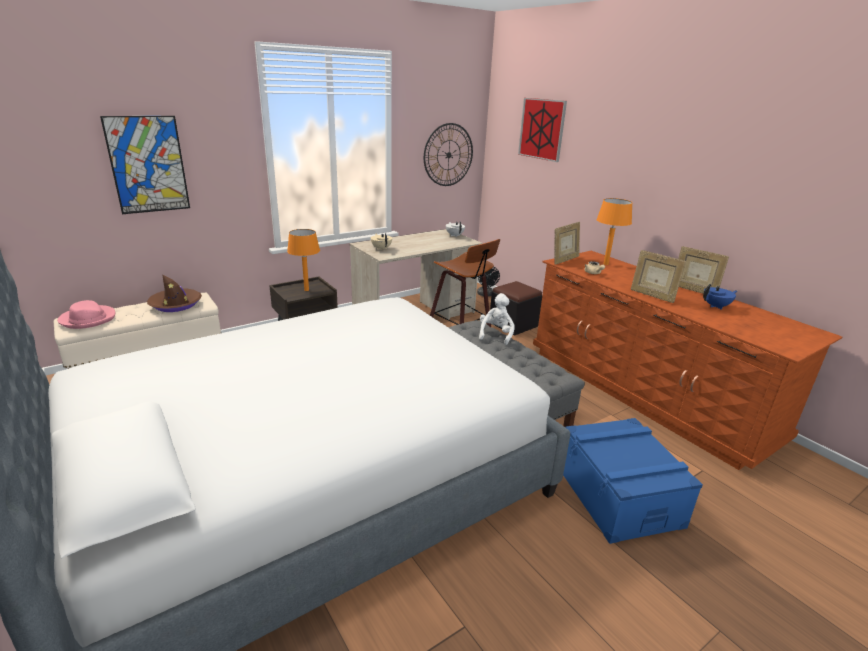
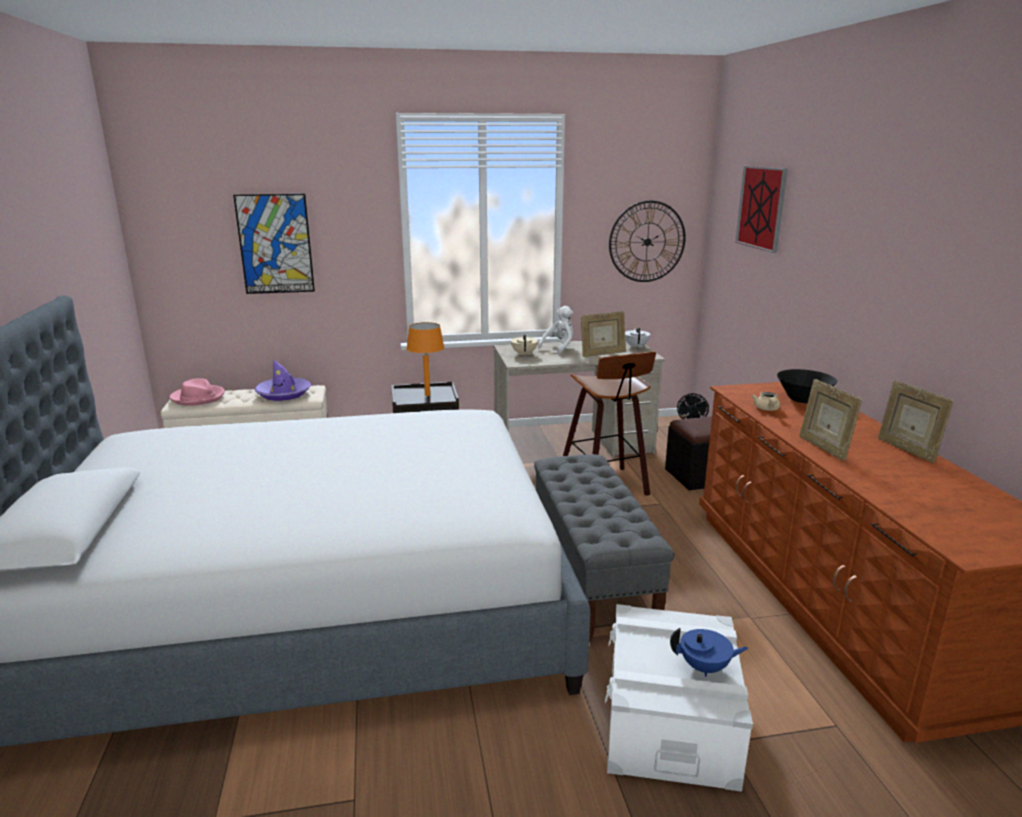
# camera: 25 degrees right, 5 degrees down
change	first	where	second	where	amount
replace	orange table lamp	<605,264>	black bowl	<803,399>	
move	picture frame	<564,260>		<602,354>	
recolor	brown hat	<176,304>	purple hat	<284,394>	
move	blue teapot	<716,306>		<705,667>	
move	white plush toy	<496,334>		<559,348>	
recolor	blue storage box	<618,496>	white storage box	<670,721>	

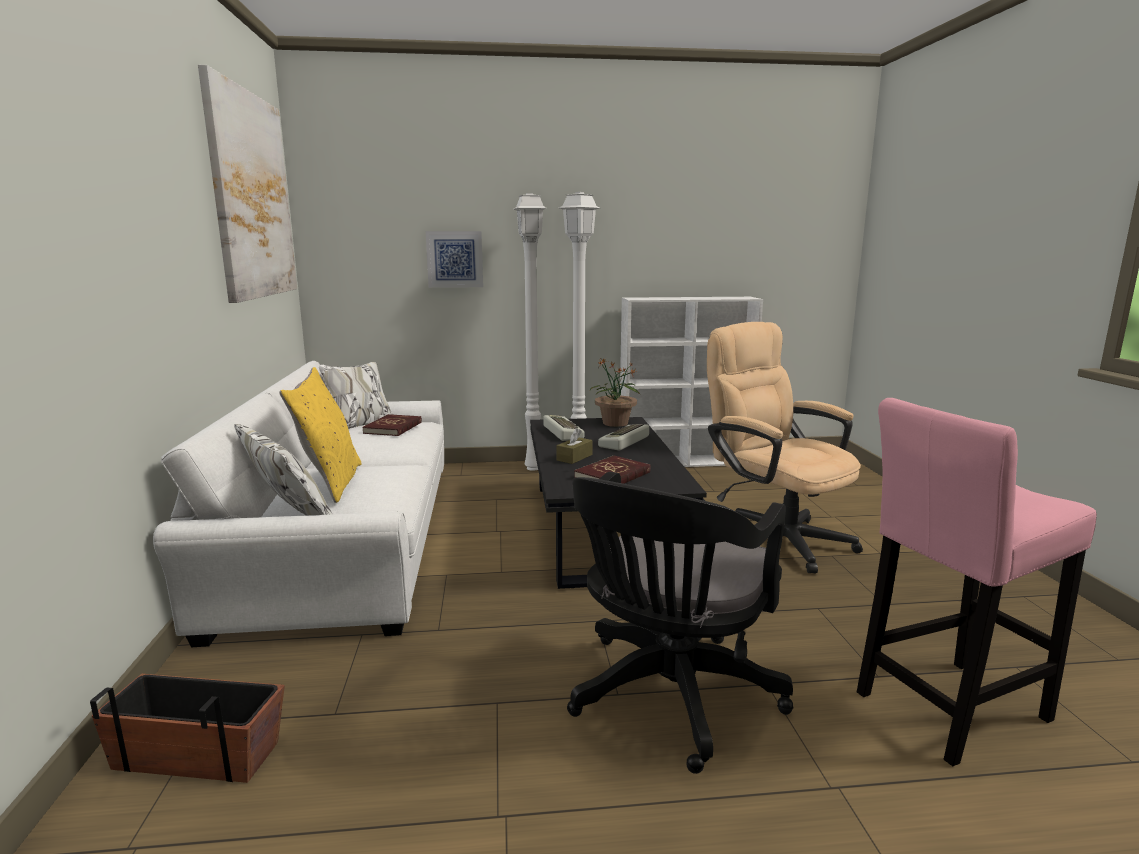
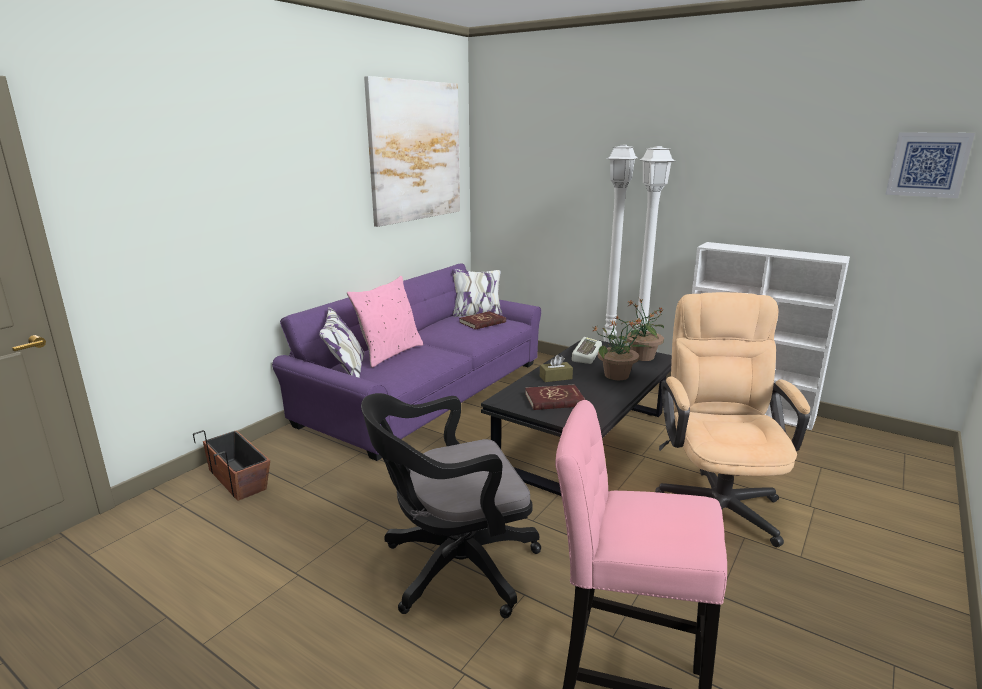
# camera: 40 degrees right, 5 degrees up
change	first	where	second	where	amount
move	picture	<455,259>		<928,164>	
recolor	white sofa	<348,539>	purple sofa	<426,392>	
recolor	yellow pillow	<329,483>	pink pillow	<389,353>	
replace	keyboard	<625,442>	potted plant	<617,375>	

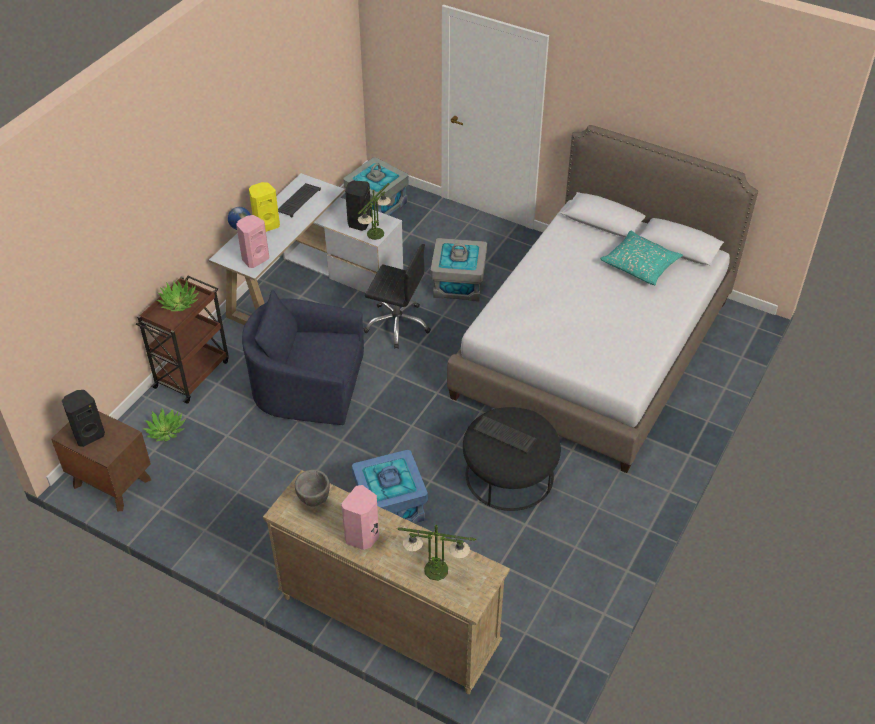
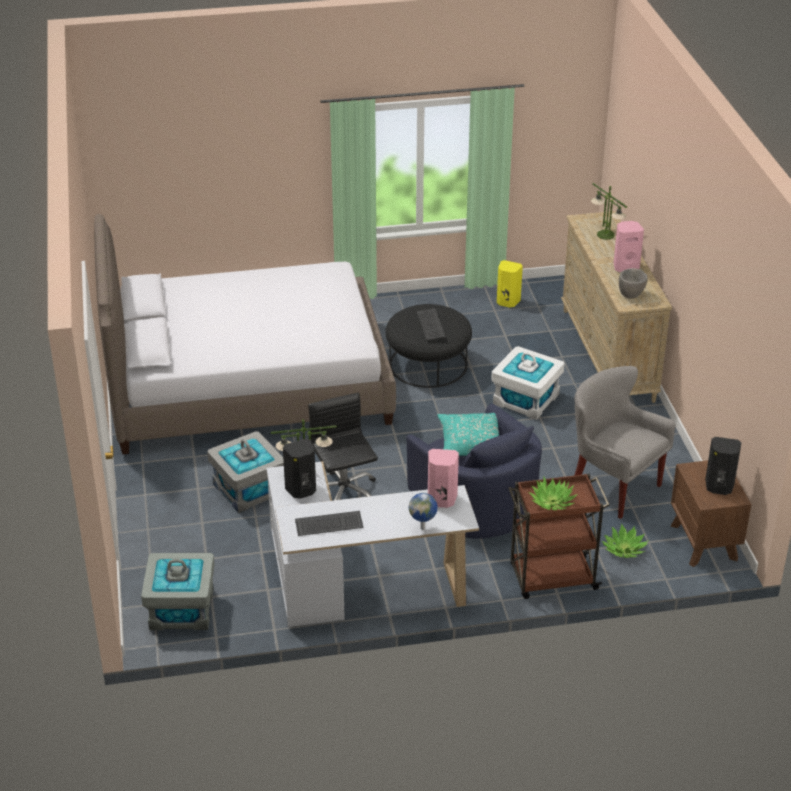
# camera: 130 degrees left, 10 degrees down
change	first	where	second	where	amount
move	yellow speaker	<266,225>		<507,302>	
move	turquoise pillow	<640,265>		<469,443>	
recolor	blue storage box	<390,505>	white storage box	<525,399>	
insert			grey armchair	<612,486>	

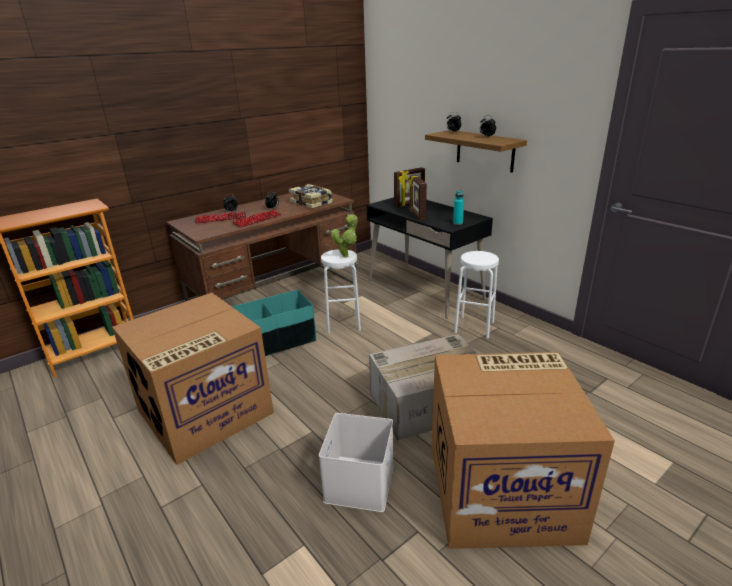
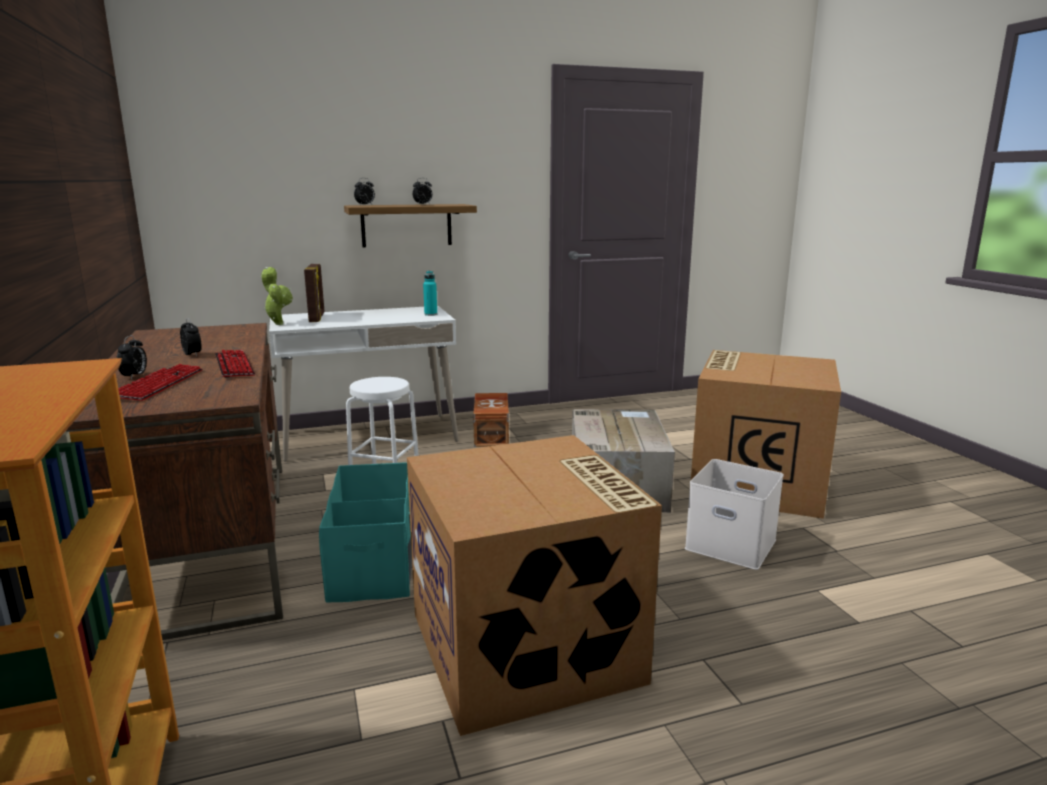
# camera: 70 degrees left, 10 degrees down
change	first	where	second	where	amount
delete	picture frame	<416,214>			
delete	book	<312,202>			
recolor	black desk	<424,289>	white desk	<369,437>	
move	potted plant	<347,255>		<278,323>	
replace	white stool	<474,327>	brown storage box	<492,434>	

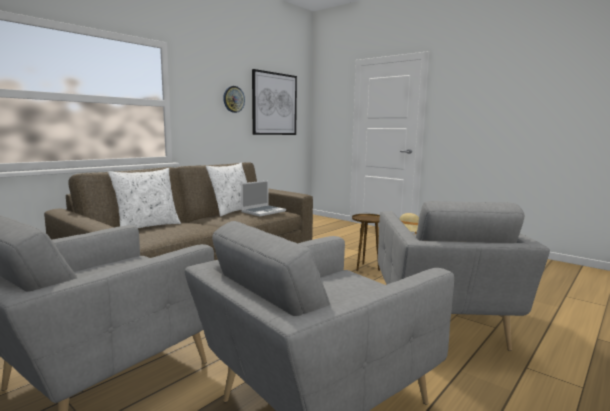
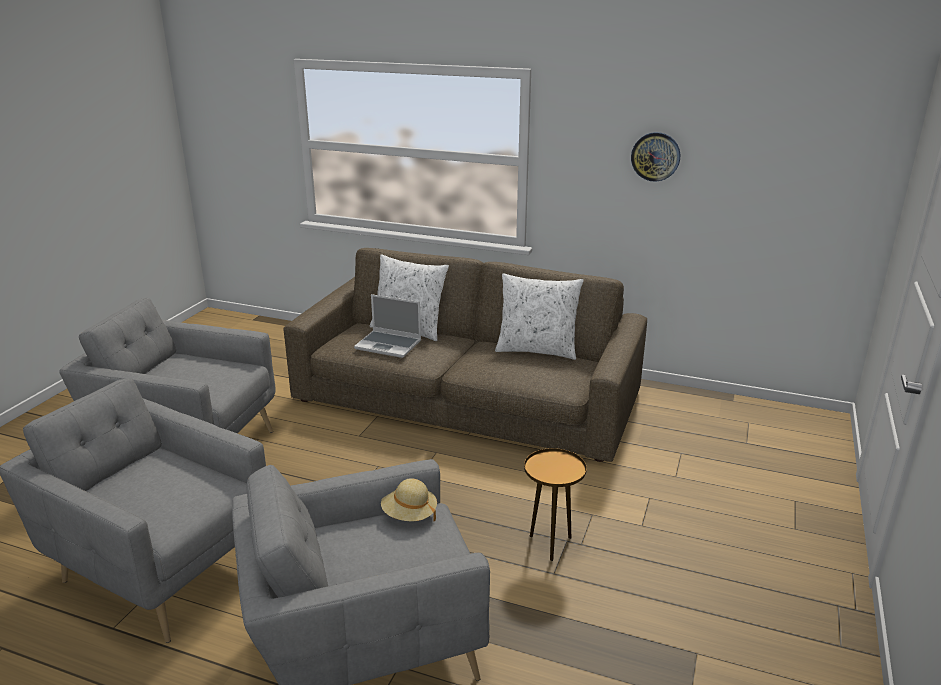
# camera: 70 degrees right, 15 degrees up
change	first	where	second	where	amount
delete	picture	<274,104>			
move	laptop	<263,211>		<389,345>	

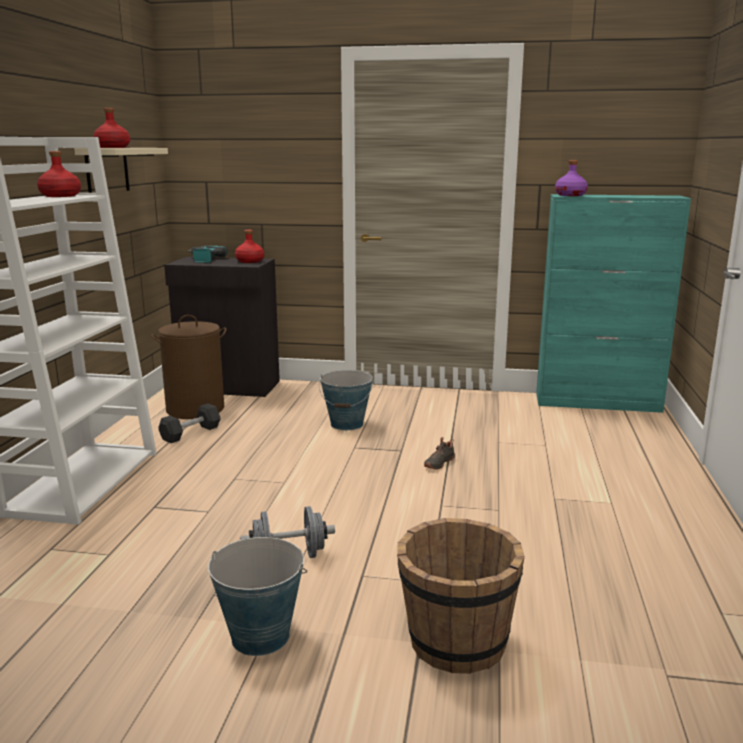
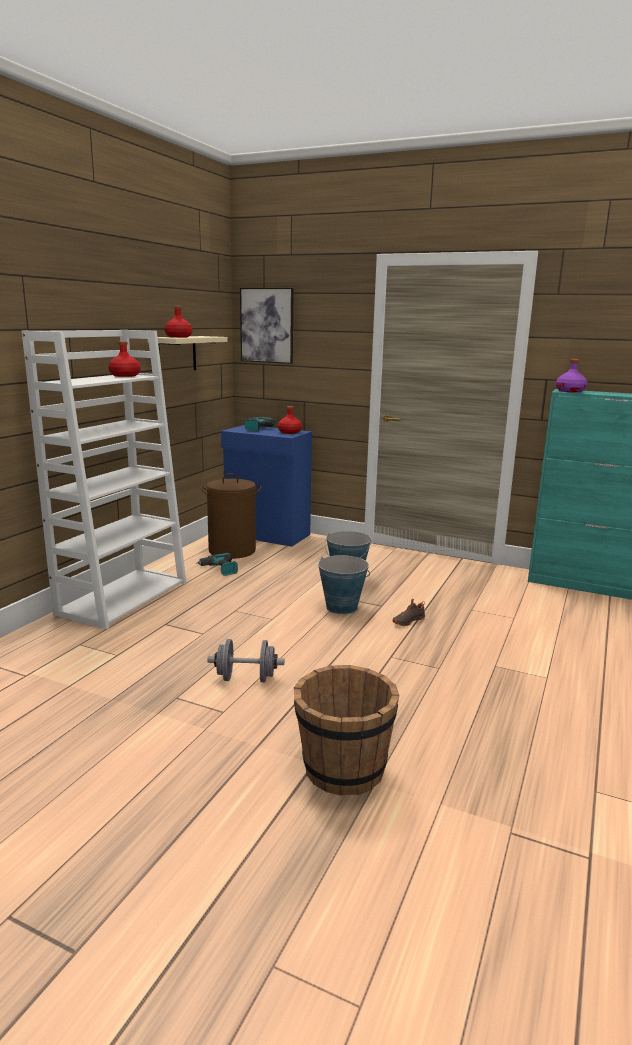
# camera: 15 degrees right, 0 degrees up
change	first	where	second	where	amount
recolor	black cabinet	<229,387>	blue cabinet	<267,535>	
replace	black dumbbell	<190,433>	power drill	<219,569>	
move	bucket	<260,636>		<341,607>	
insert			picture	<267,325>	

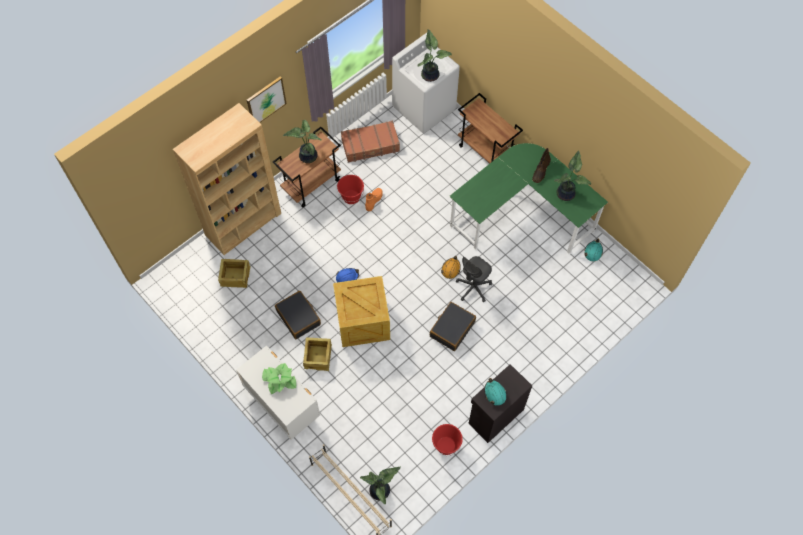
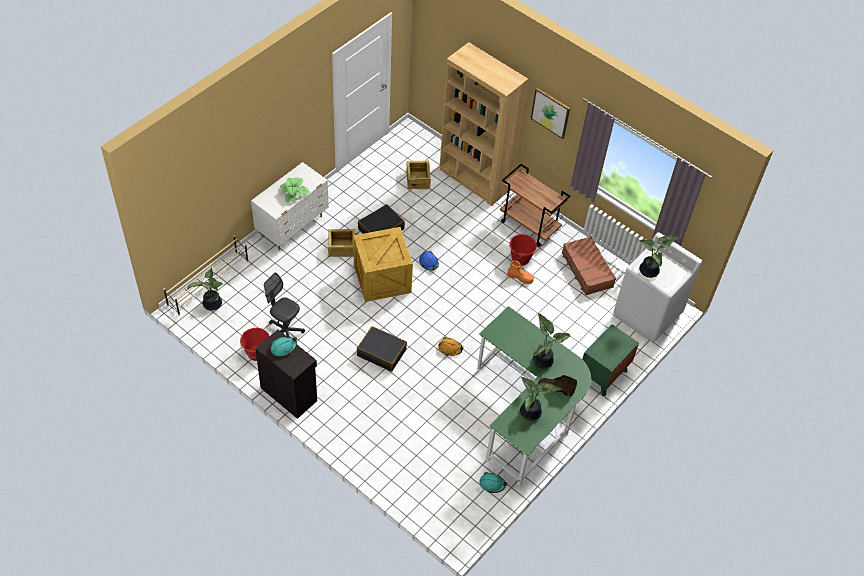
# camera: 80 degrees right, 10 degrees down
change	first	where	second	where	amount
replace	brown cart	<486,152>	green nightstand	<603,374>	
move	potted plant	<307,156>		<543,360>	
move	grey office chair	<473,288>		<285,332>	

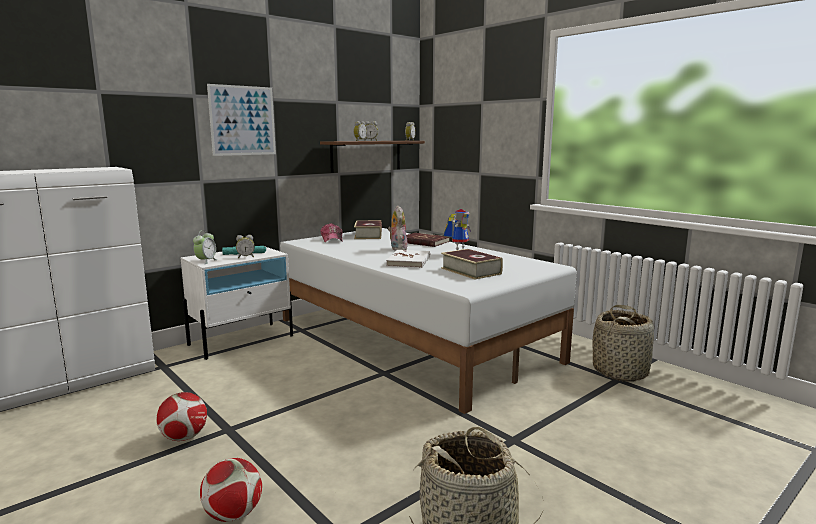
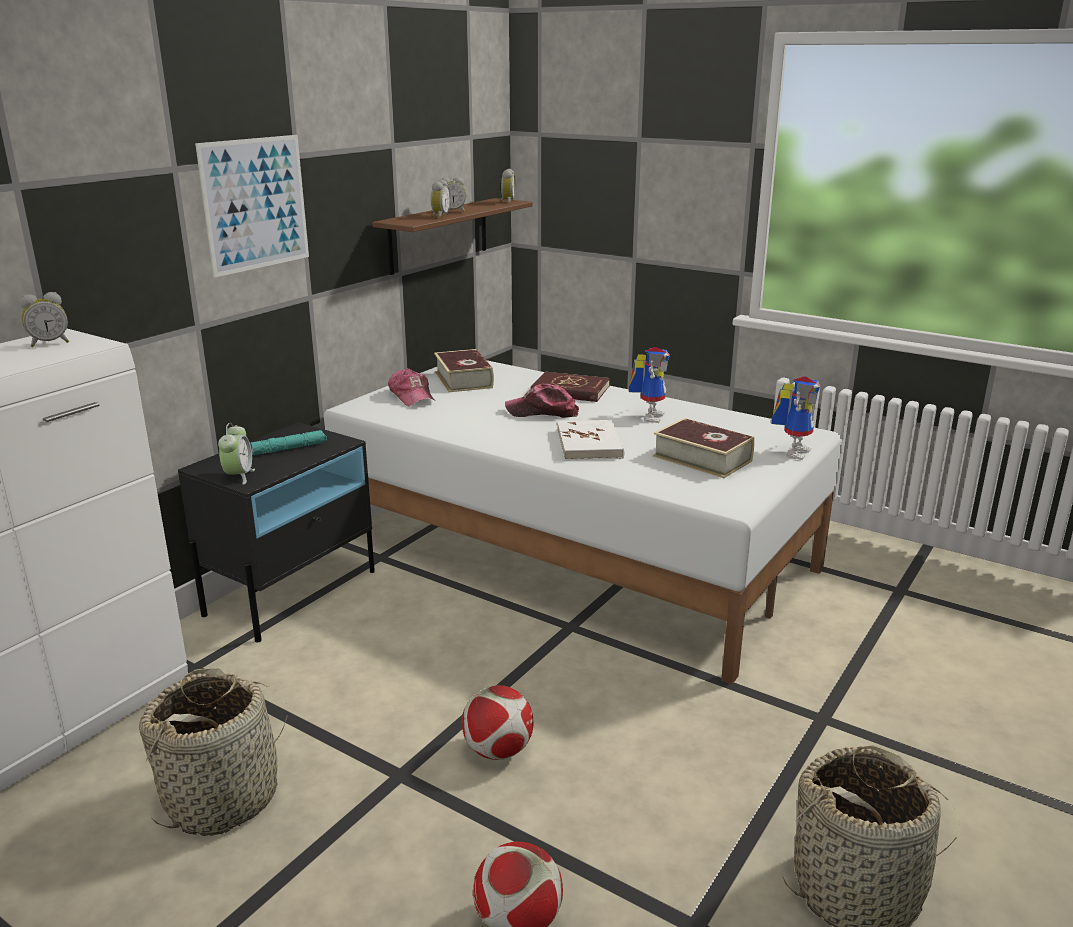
# camera: 15 degrees left, 10 degrees up
change	first	where	second	where	amount
replace	plush toy	<397,248>	cap	<542,412>	
move	alarm clock	<246,257>		<49,343>	
recolor	white nightstand	<242,340>	black nightstand	<292,592>	
move	basket	<620,371>		<223,797>	
move	football	<184,437>		<498,751>	
insert			toy robot	<793,451>	

